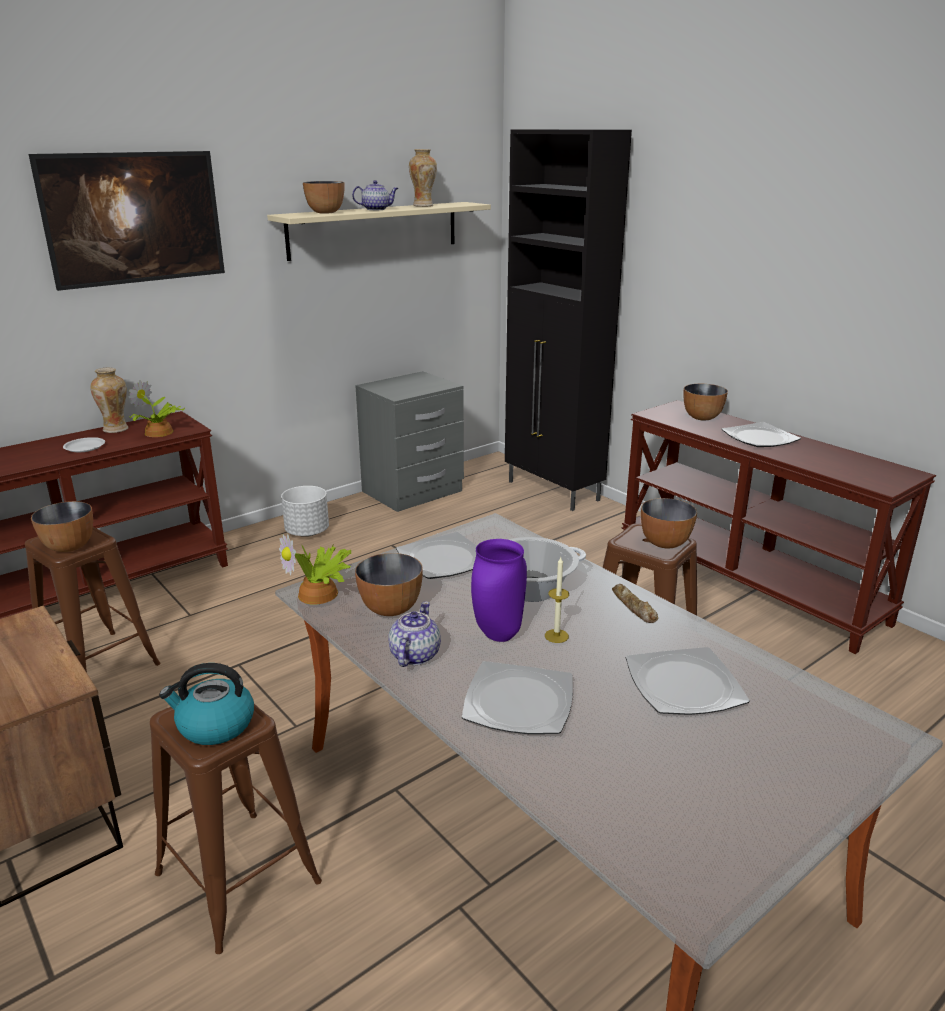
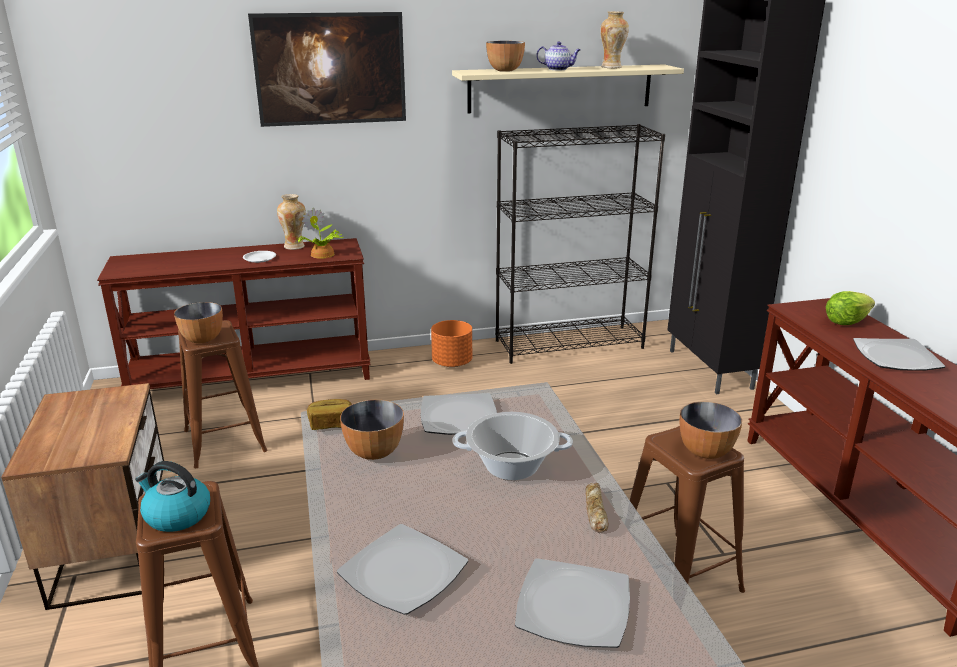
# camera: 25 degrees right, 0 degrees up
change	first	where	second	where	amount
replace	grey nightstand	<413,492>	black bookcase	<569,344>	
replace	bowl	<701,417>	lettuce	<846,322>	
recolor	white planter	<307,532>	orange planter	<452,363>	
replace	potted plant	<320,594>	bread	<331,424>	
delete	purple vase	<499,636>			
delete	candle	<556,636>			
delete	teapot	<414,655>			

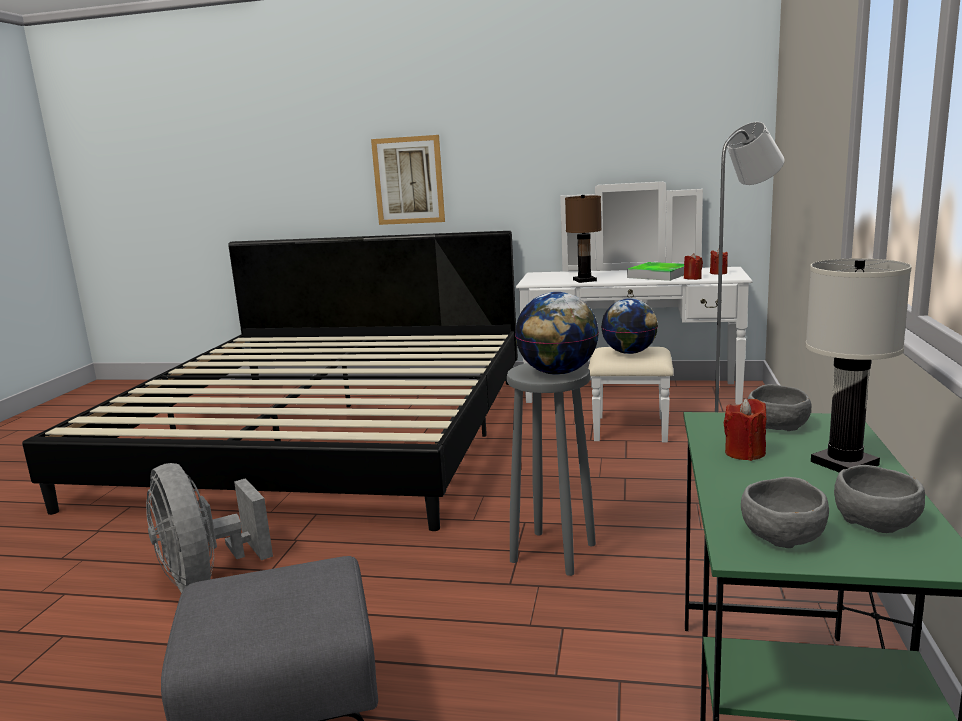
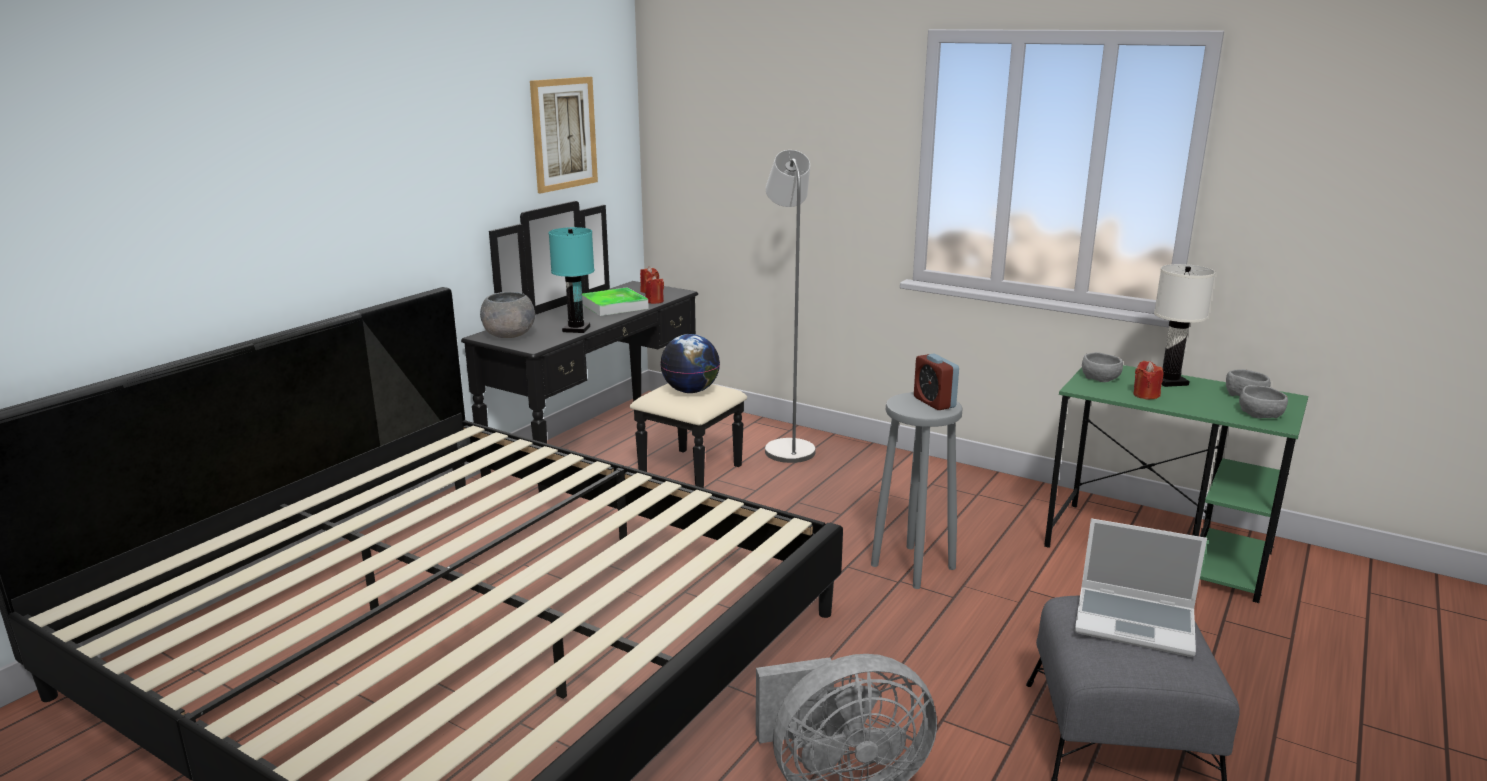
# camera: 70 degrees left, 5 degrees up
change	first	where	second	where	amount
move	picture	<408,180>		<564,133>	
recolor	white dresser	<632,400>	black dresser	<617,449>	
recolor	brown table lamp	<584,280>	turquoise table lamp	<576,329>	
replace	globe	<557,373>	alarm clock	<934,402>	
insert			grey bowl	<509,335>	
insert			laptop	<1136,622>	

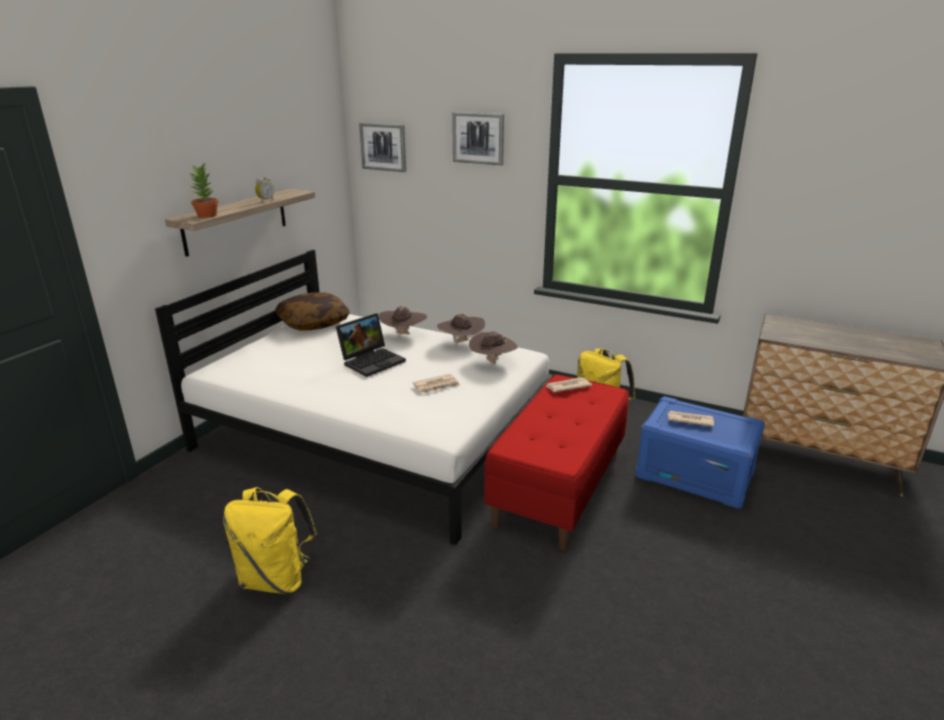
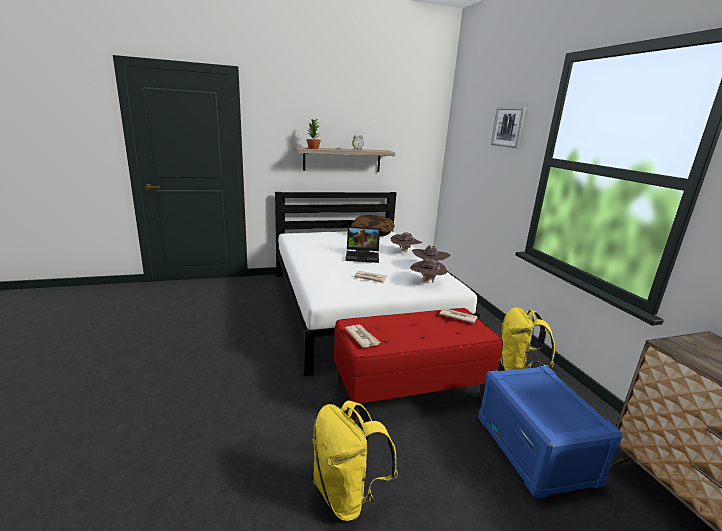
# camera: 45 degrees right, 5 degrees down
change	first	where	second	where	amount
delete	picture	<383,147>			
move	newspaper	<689,420>		<362,337>	
move	yellow backpack	<276,579>		<347,494>	

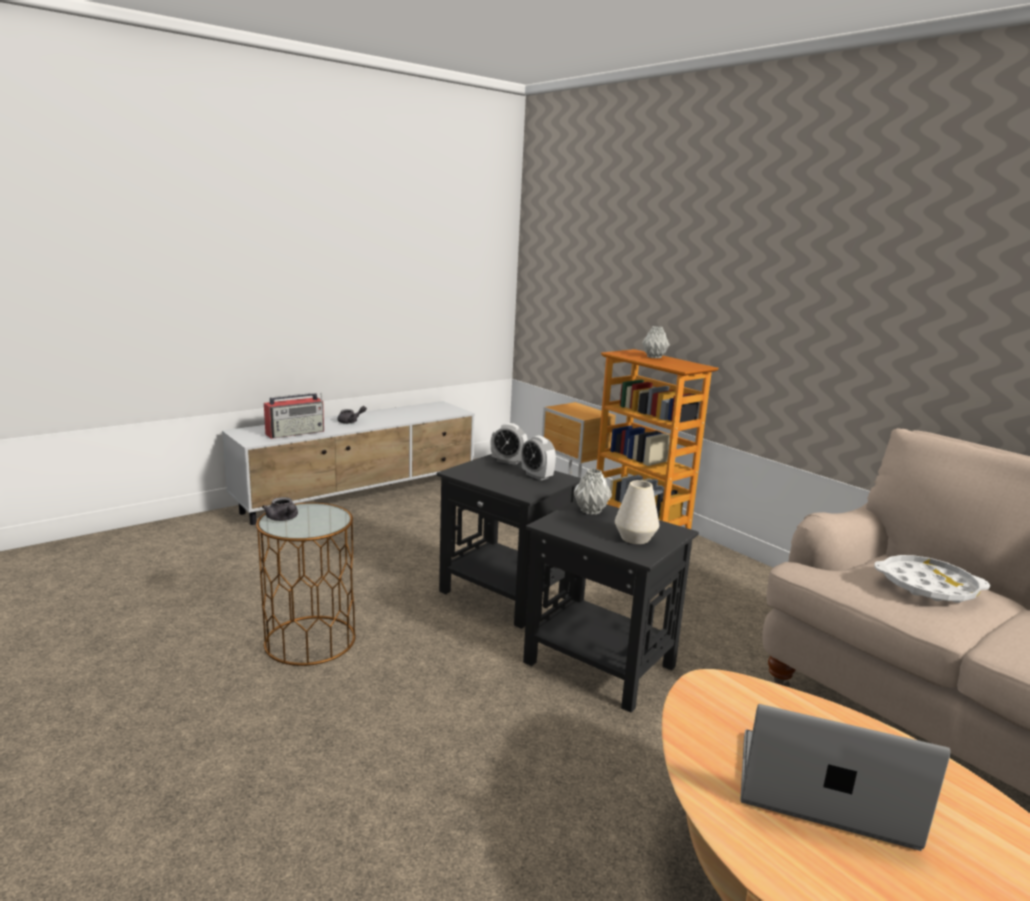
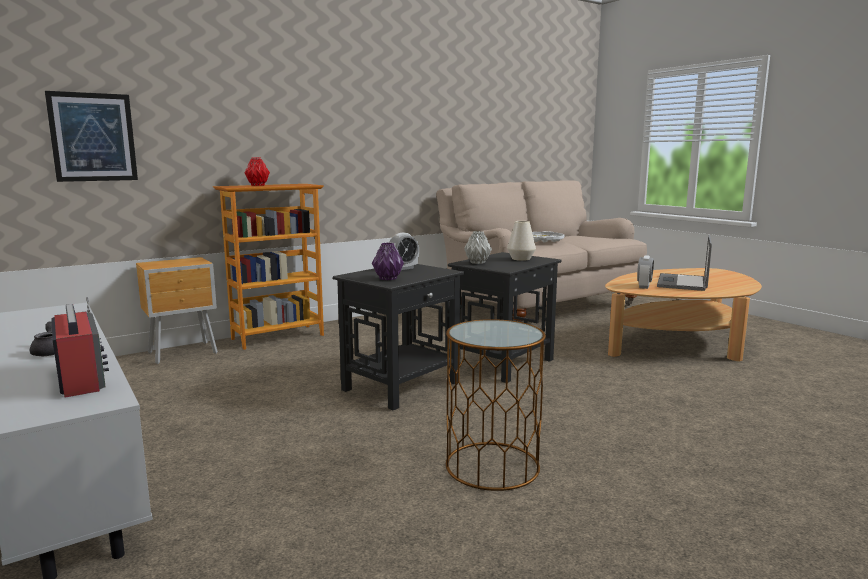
# camera: 85 degrees left, 5 degrees down
change	first	where	second	where	amount
recolor	grey vase	<653,357>	red vase	<257,185>	
move	alarm clock	<508,461>		<644,286>	
delete	grey teapot	<283,519>			
insert			picture	<93,137>	
insert			purple vase	<387,278>	

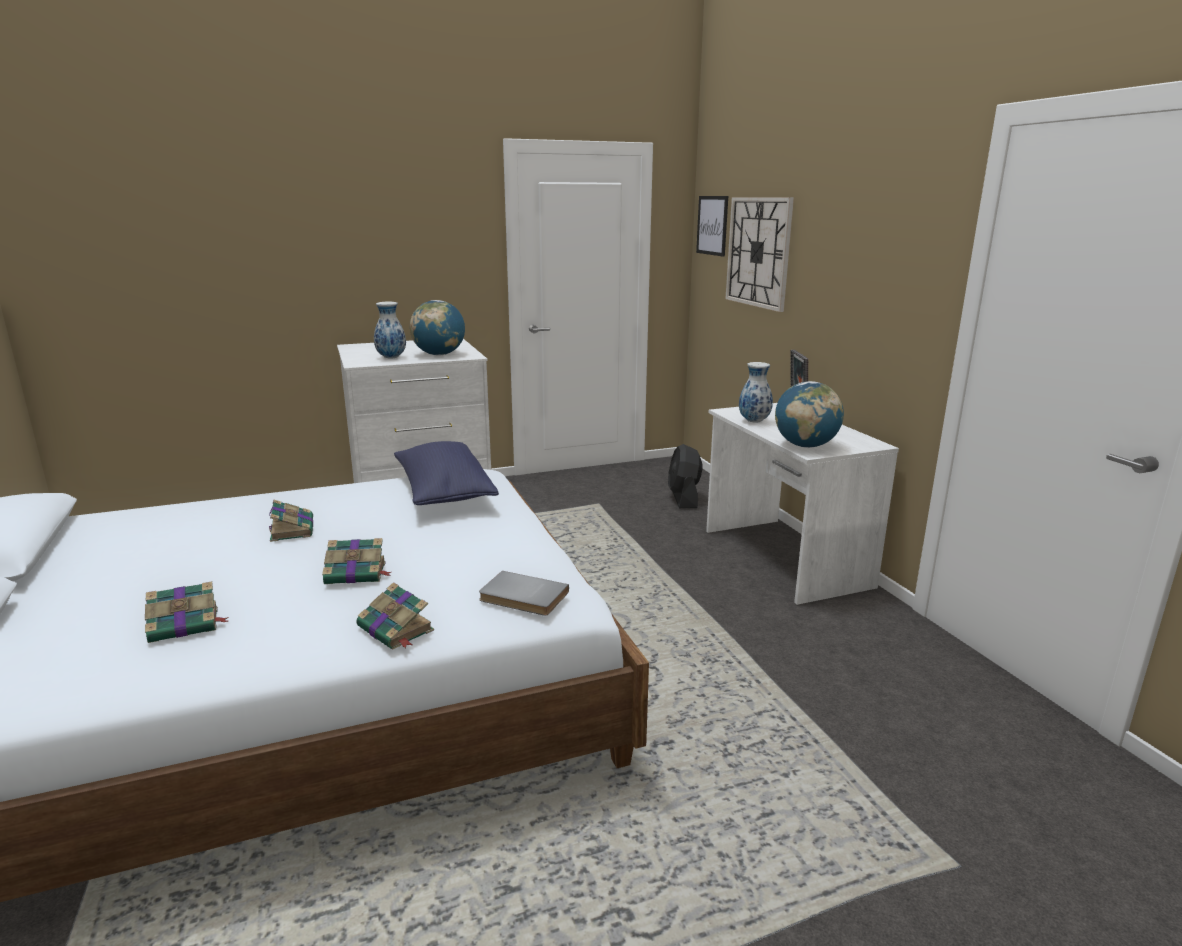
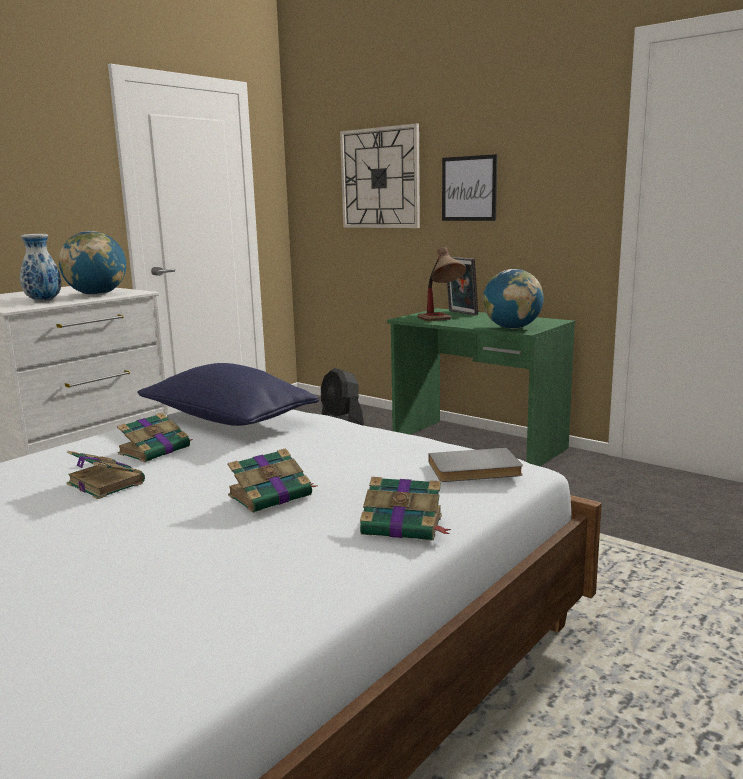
# camera: 30 degrees left, 5 degrees down
change	first	where	second	where	amount
move	picture	<712,225>		<469,188>	
replace	vase	<754,421>	table lamp	<441,321>	
recolor	white desk	<783,558>	green desk	<477,445>	
move	book	<186,625>		<156,450>	

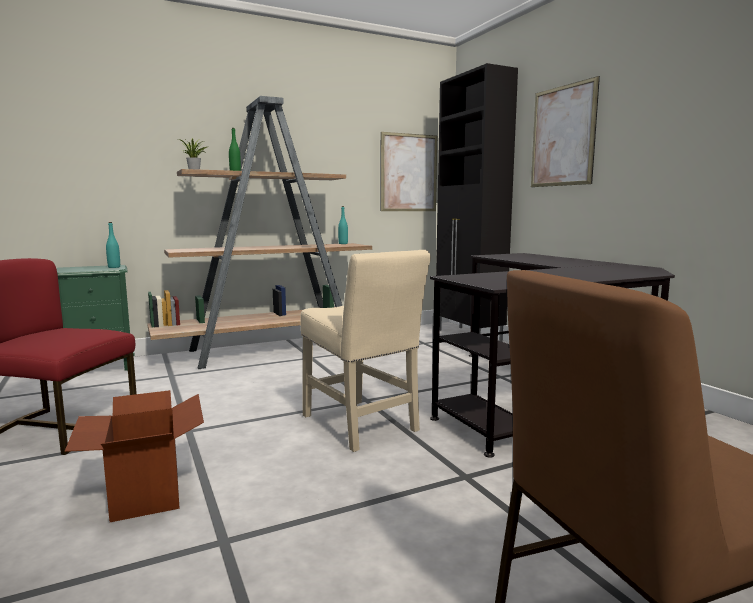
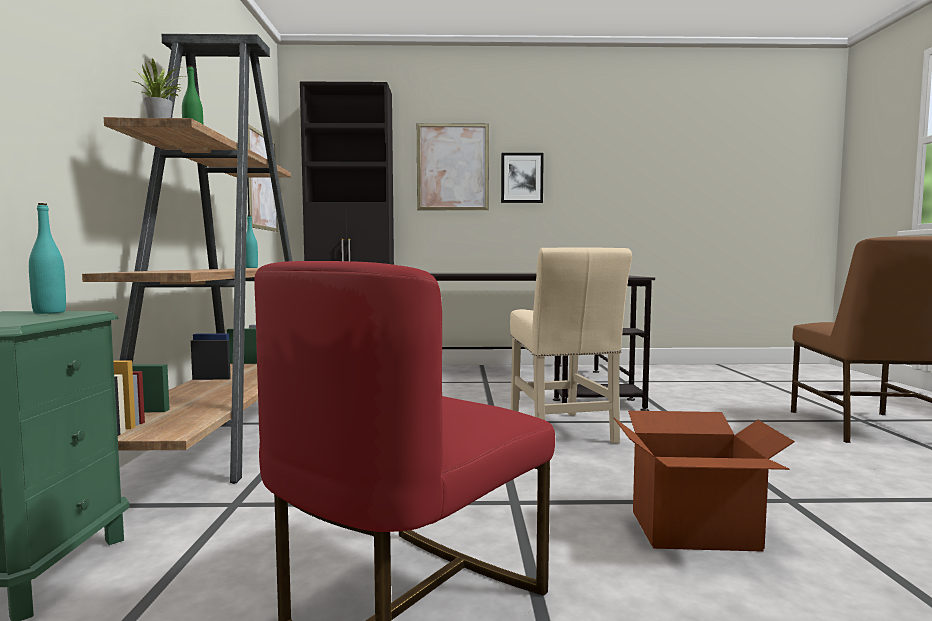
# camera: 65 degrees left, 5 degrees down
change	first	where	second	where	amount
rotate	beige chair	<361,425>		<562,431>	90 degrees clockwise
insert			picture	<522,178>	

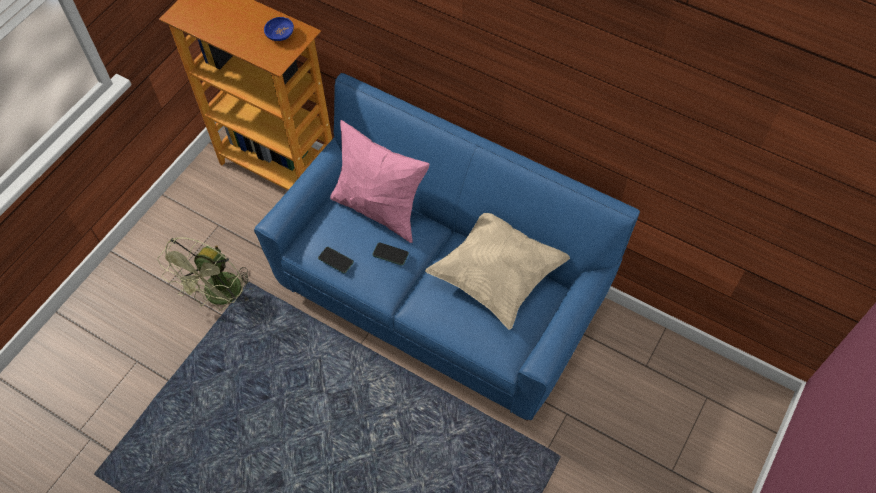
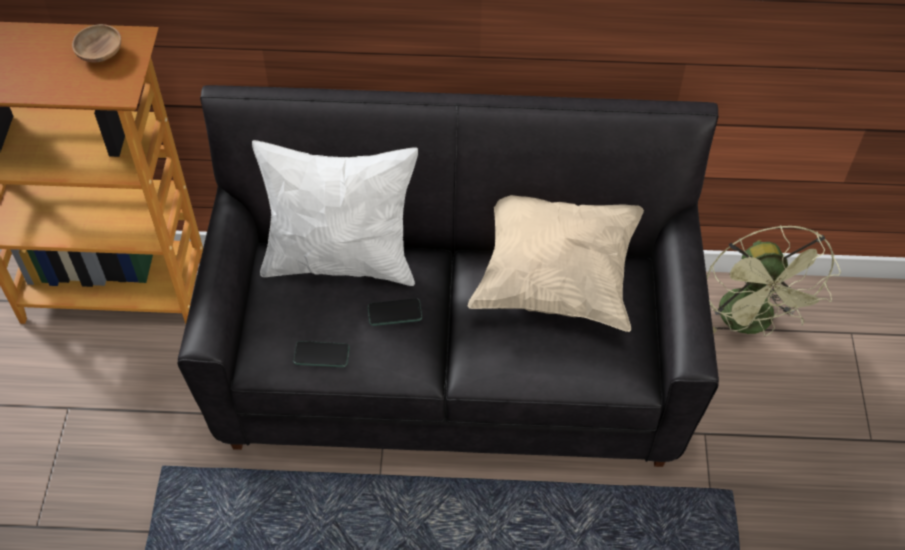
# camera: 30 degrees left, 5 degrees down
change	first	where	second	where	amount
recolor	blue bowl	<280,35>	brown bowl	<100,54>	
recolor	blue sofa	<440,299>	black sofa	<452,366>	
recolor	pink pillow	<380,209>	white pillow	<341,261>	
move	green fan	<220,297>		<752,323>	

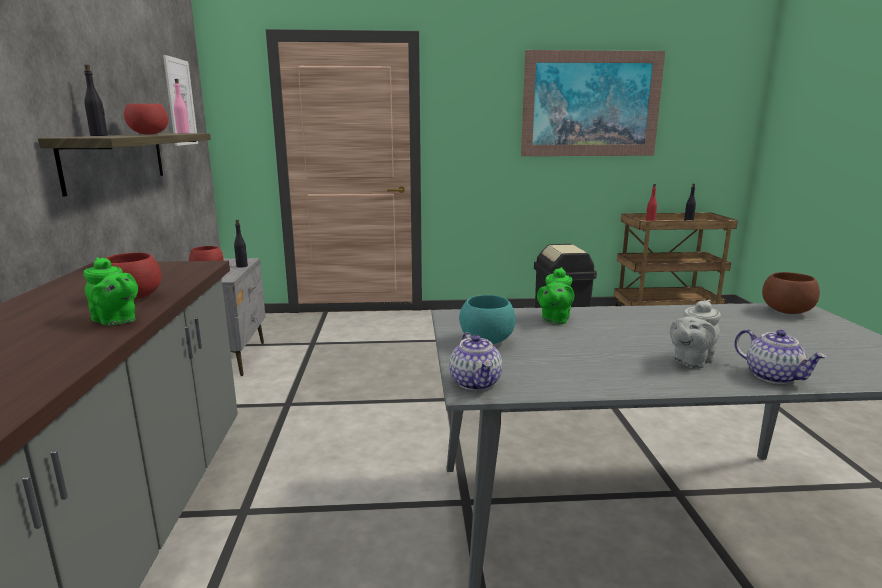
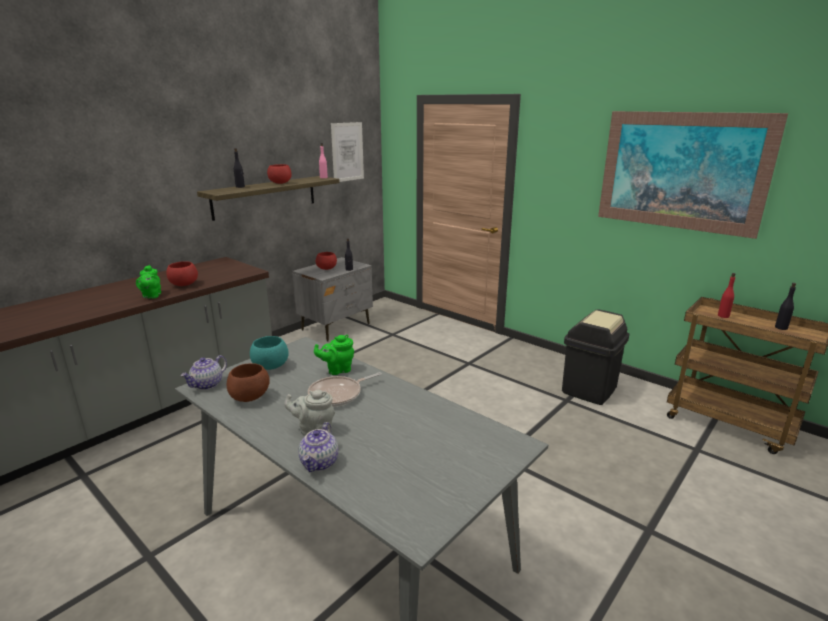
# camera: 45 degrees right, 5 degrees up
change	first	where	second	where	amount
move	brown bowl	<786,312>		<250,397>	
insert			frying pan	<338,394>	

